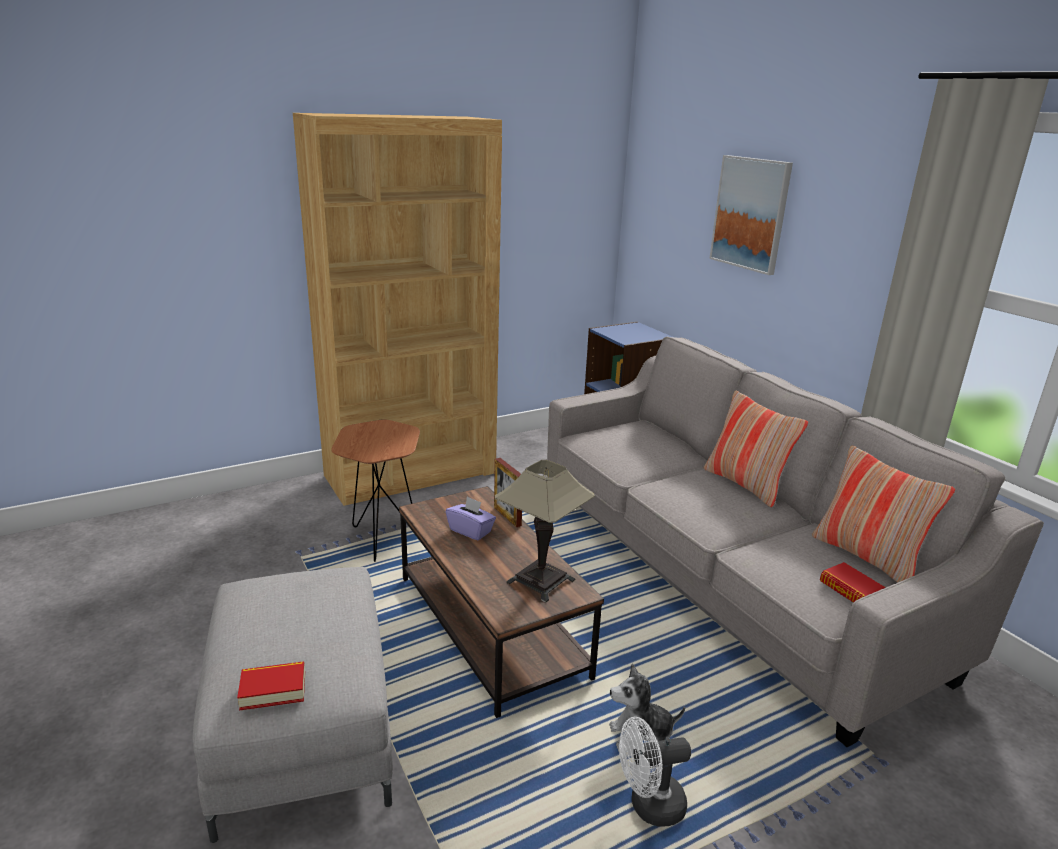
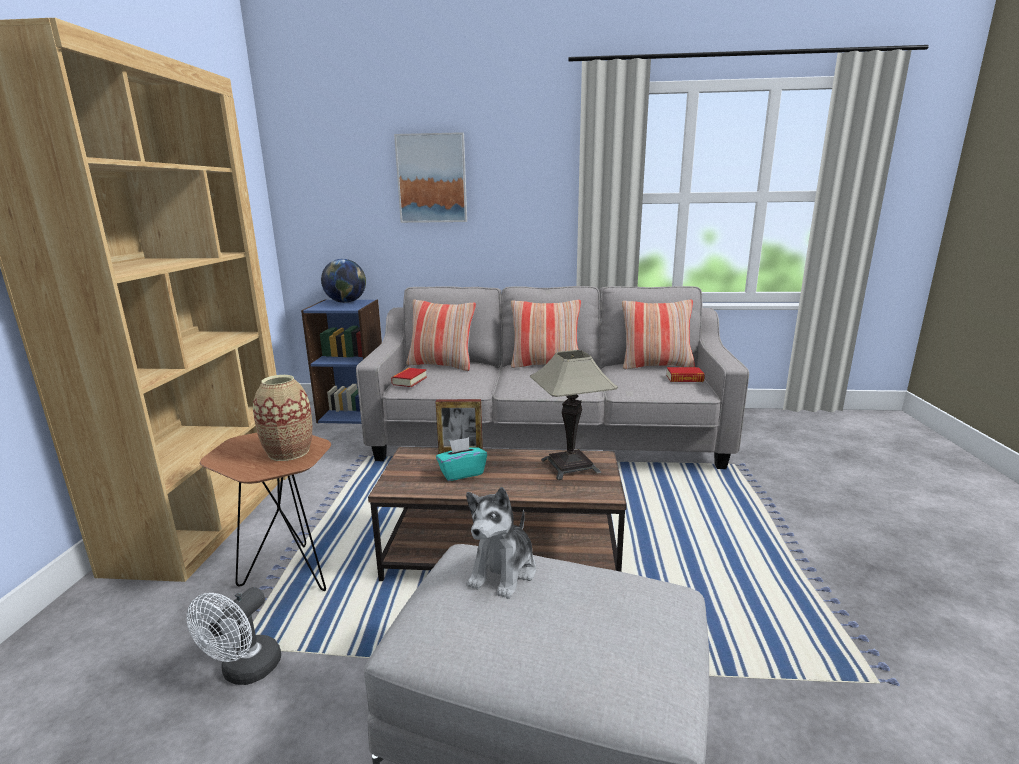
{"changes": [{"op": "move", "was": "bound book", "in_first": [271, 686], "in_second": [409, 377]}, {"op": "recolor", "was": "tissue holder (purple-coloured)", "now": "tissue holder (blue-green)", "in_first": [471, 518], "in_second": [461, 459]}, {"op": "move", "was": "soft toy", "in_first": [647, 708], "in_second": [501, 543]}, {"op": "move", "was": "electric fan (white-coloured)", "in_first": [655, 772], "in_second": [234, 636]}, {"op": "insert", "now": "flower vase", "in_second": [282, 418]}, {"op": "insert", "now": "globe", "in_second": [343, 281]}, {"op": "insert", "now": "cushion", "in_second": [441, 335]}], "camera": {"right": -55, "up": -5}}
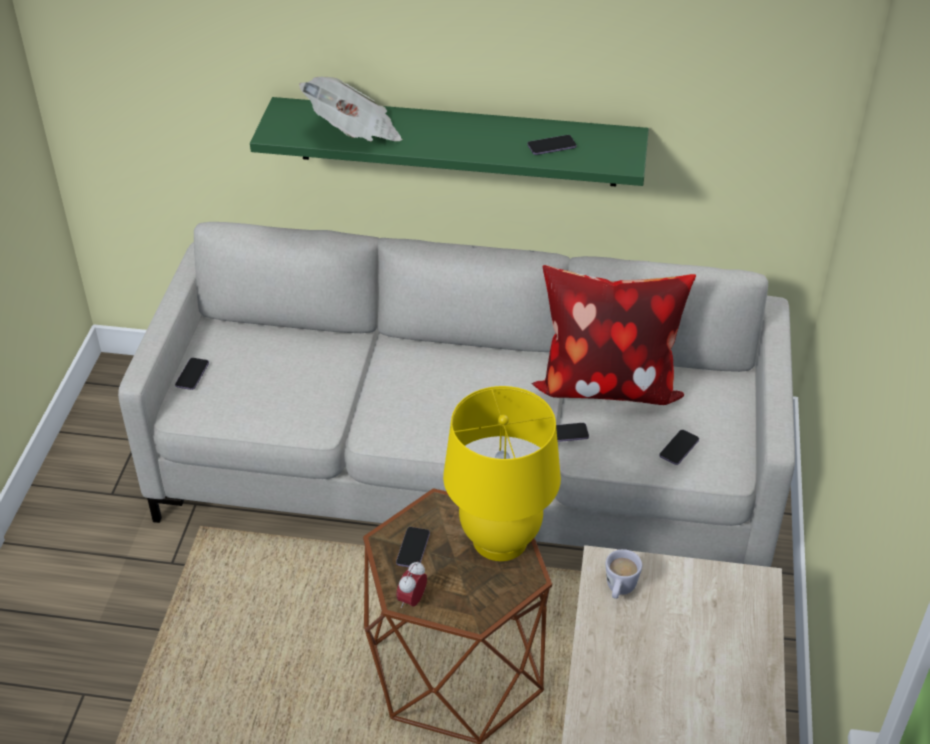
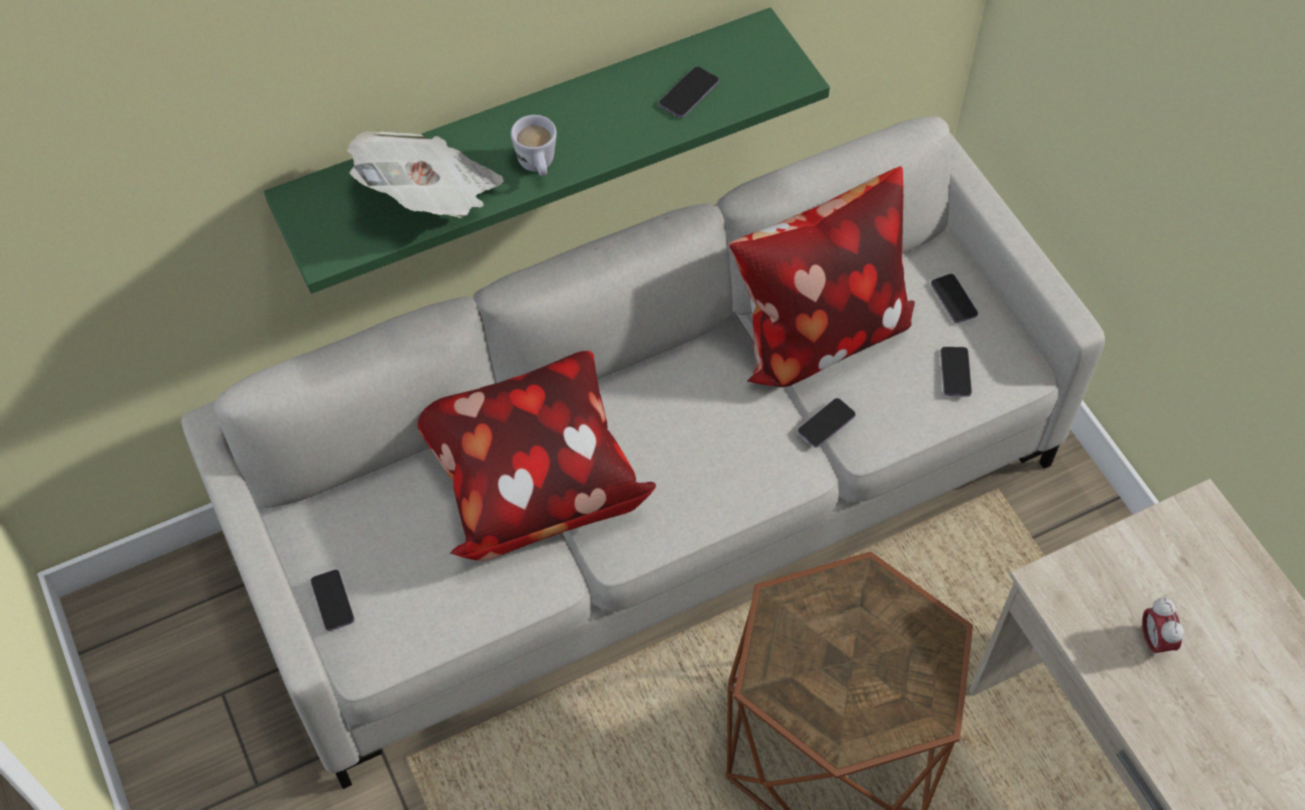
{"changes": [{"op": "move", "was": "telephone", "in_first": [413, 547], "in_second": [954, 298]}, {"op": "move", "was": "alarm clock", "in_first": [411, 584], "in_second": [1163, 628]}, {"op": "delete", "was": "table lamp (yellowish)", "in_first": [502, 473]}, {"op": "move", "was": "tea mug (white-coloured)", "in_first": [623, 574], "in_second": [534, 145]}, {"op": "insert", "now": "cushion", "in_second": [537, 456]}], "camera": {"right": -35, "up": 15}}
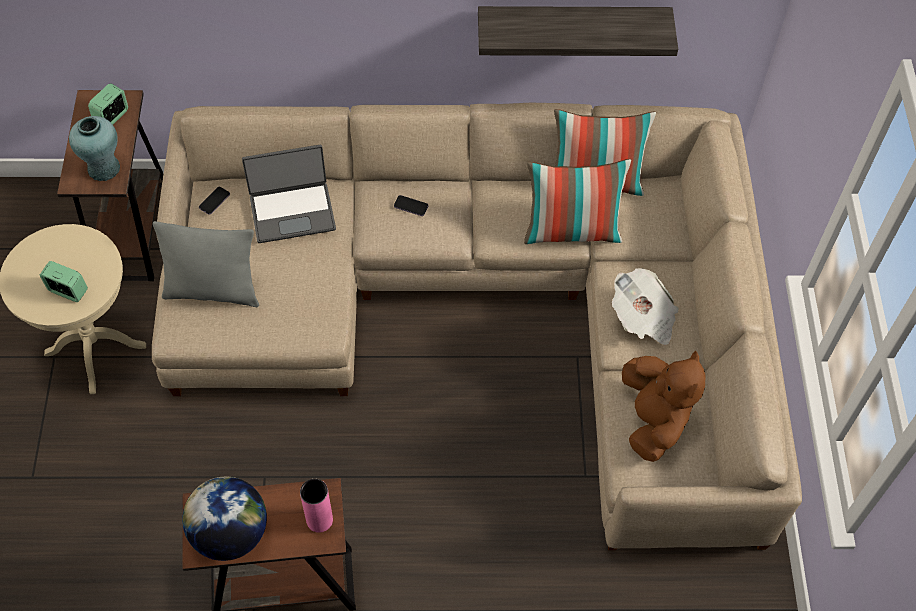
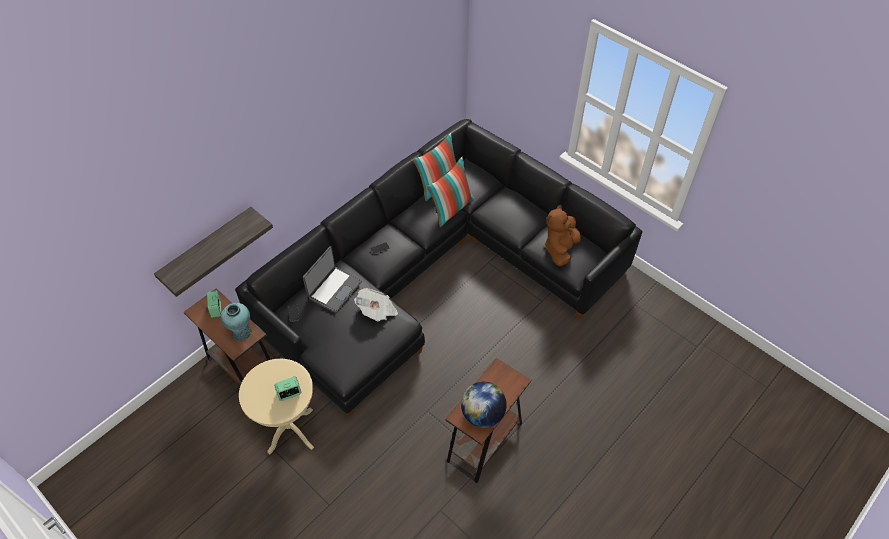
{"changes": [{"op": "recolor", "was": "settee (beige)", "now": "settee (blackish)", "in_first": [477, 326], "in_second": [438, 268]}, {"op": "delete", "was": "cushion (greyish)", "in_first": [206, 264]}, {"op": "delete", "was": "flower vase (pink)", "in_first": [316, 506]}, {"op": "move", "was": "shelf", "in_first": [578, 31], "in_second": [213, 252]}, {"op": "move", "was": "daily paper", "in_first": [645, 306], "in_second": [376, 304]}, {"op": "rotate", "was": "soft toy (brown-coloured)", "in_first": [664, 406], "in_second": [563, 235], "clockwise": -105}], "camera": {"right": -45, "up": -5}}
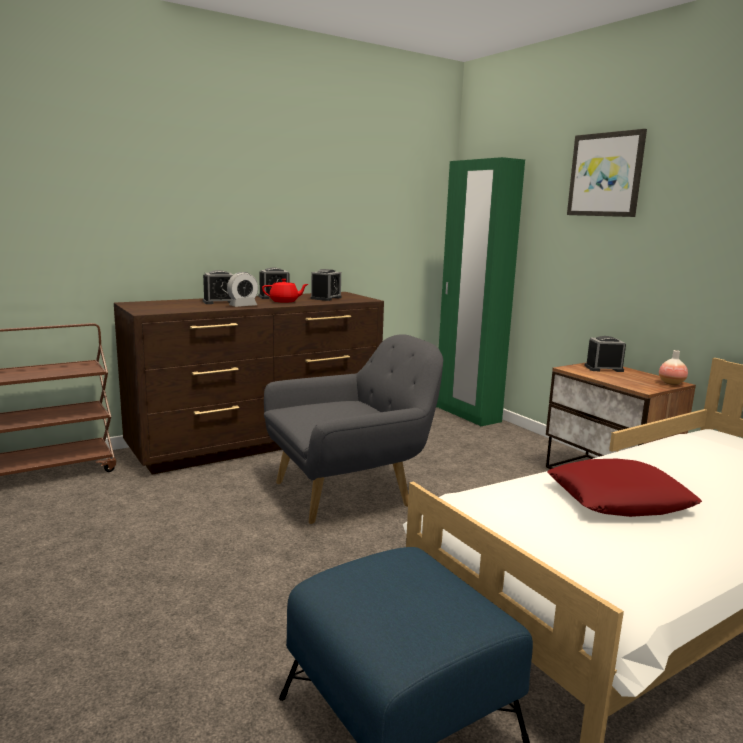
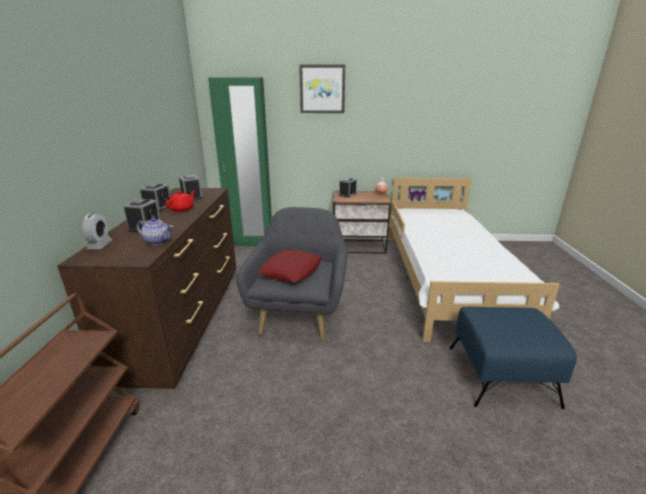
{"changes": [{"op": "move", "was": "alarm clock", "in_first": [242, 289], "in_second": [97, 231]}, {"op": "move", "was": "cushion (red-coloured)", "in_first": [624, 488], "in_second": [290, 266]}, {"op": "insert", "now": "pot for tea", "in_second": [154, 231]}], "camera": {"right": -55, "up": 10}}
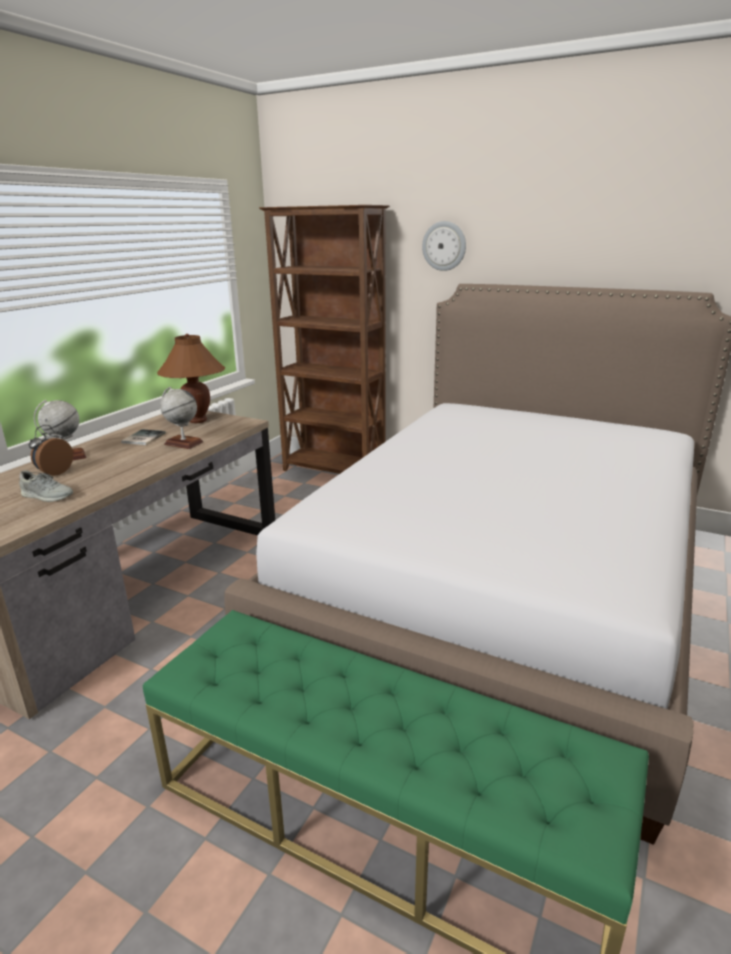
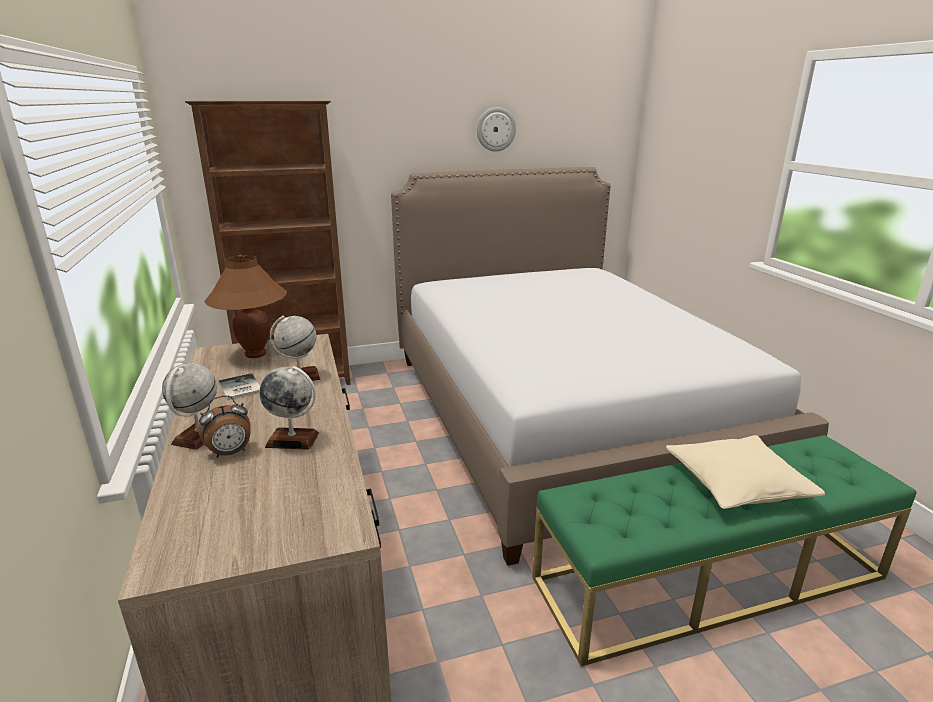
{"changes": [{"op": "delete", "was": "shoe (greyish)", "in_first": [46, 486]}, {"op": "rotate", "was": "alarm clock", "in_first": [51, 450], "in_second": [224, 426], "clockwise": -105}, {"op": "move", "was": "wall clock", "in_first": [444, 246], "in_second": [496, 129]}, {"op": "insert", "now": "globe", "in_second": [289, 408]}, {"op": "insert", "now": "cushion (beige)", "in_second": [745, 472]}], "camera": {"right": -45, "up": 0}}
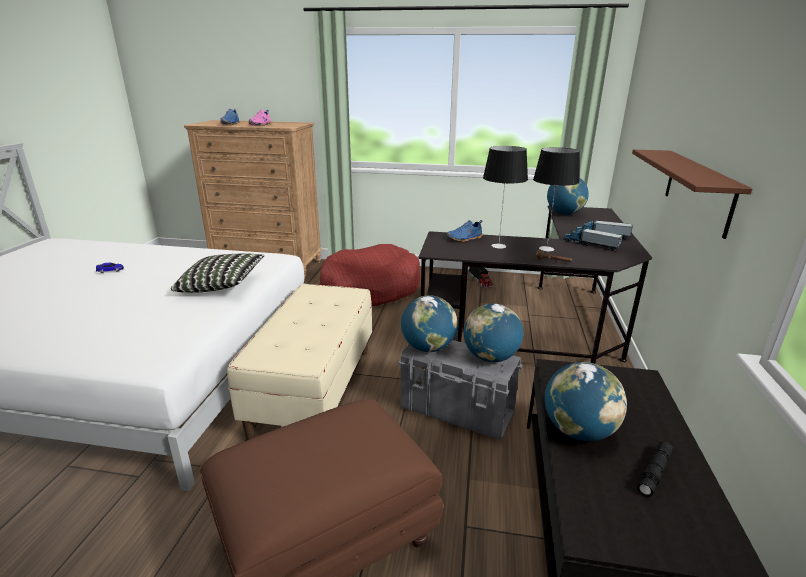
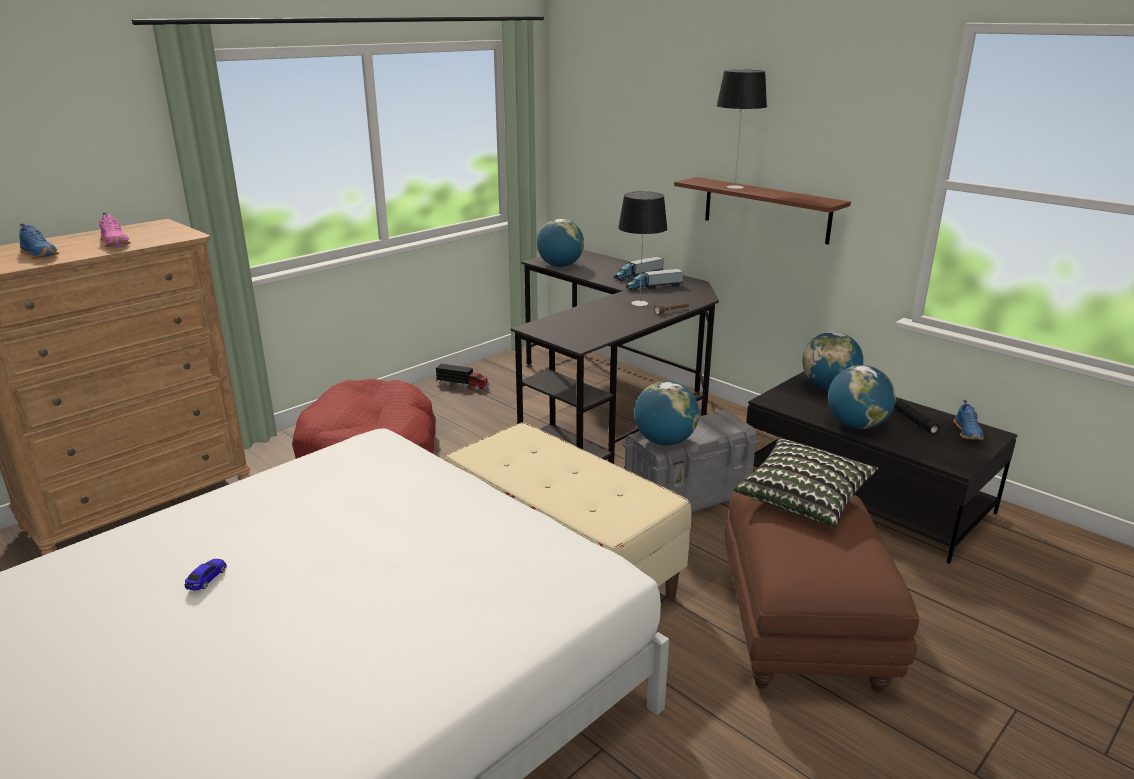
{"changes": [{"op": "move", "was": "cushion", "in_first": [217, 273], "in_second": [806, 482]}, {"op": "move", "was": "shoe (blue)", "in_first": [464, 231], "in_second": [969, 420]}, {"op": "move", "was": "globe", "in_first": [493, 333], "in_second": [832, 361]}, {"op": "move", "was": "table lamp", "in_first": [505, 197], "in_second": [742, 129]}], "camera": {"right": -55, "up": 0}}
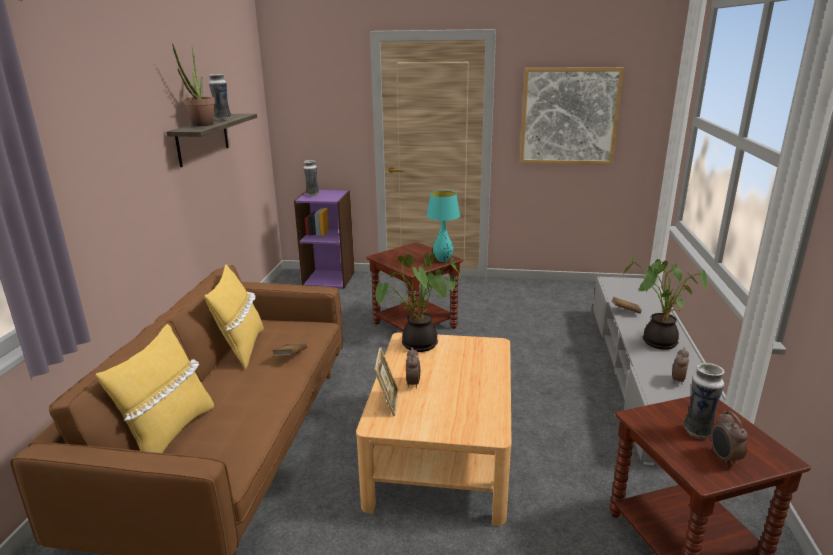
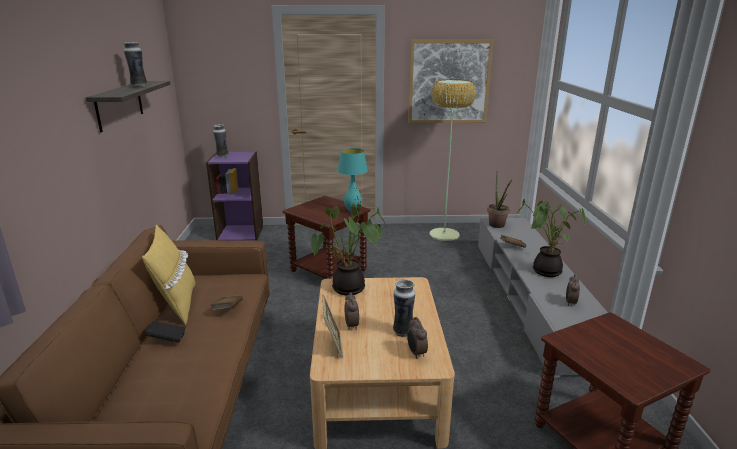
{"changes": [{"op": "delete", "was": "cushion (yellowish)", "in_first": [155, 388]}, {"op": "move", "was": "potted plant", "in_first": [193, 85], "in_second": [499, 200]}, {"op": "move", "was": "flower vase", "in_first": [704, 401], "in_second": [404, 308]}, {"op": "move", "was": "alarm clock", "in_first": [729, 438], "in_second": [417, 338]}, {"op": "insert", "now": "bound book (blackish)", "in_second": [165, 332]}, {"op": "insert", "now": "standard lamp", "in_second": [452, 160]}], "camera": {"right": -10, "up": 0}}
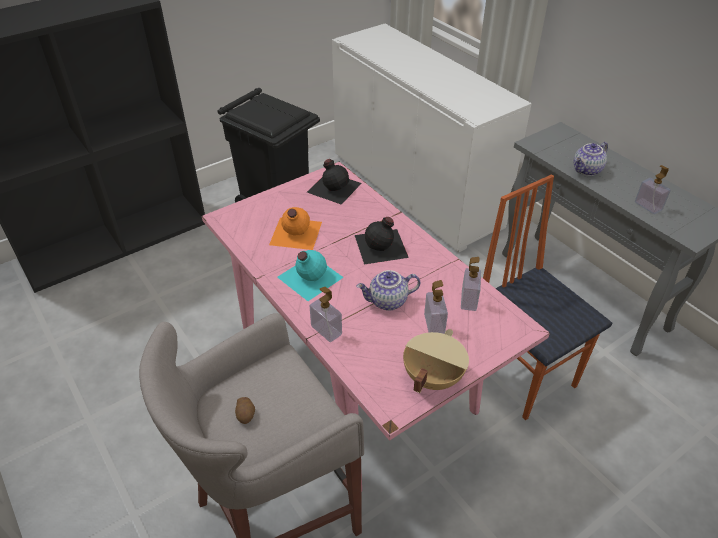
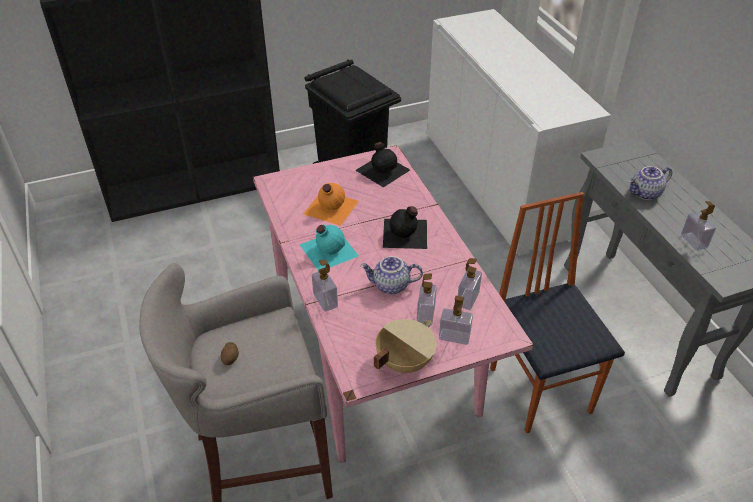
{"changes": [{"op": "insert", "now": "liquid soap bottle", "in_second": [456, 320]}], "camera": {"right": 15, "up": 0}}
